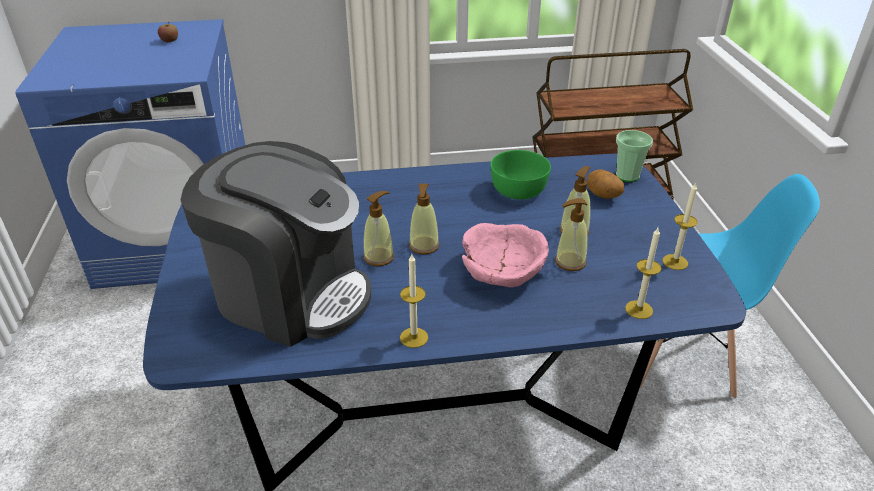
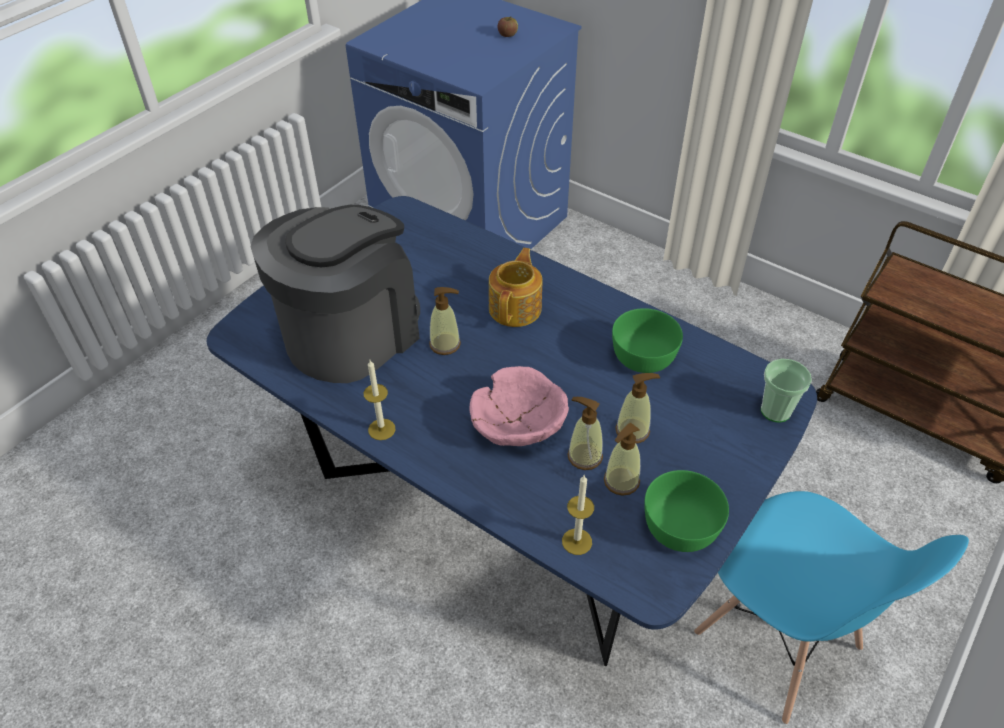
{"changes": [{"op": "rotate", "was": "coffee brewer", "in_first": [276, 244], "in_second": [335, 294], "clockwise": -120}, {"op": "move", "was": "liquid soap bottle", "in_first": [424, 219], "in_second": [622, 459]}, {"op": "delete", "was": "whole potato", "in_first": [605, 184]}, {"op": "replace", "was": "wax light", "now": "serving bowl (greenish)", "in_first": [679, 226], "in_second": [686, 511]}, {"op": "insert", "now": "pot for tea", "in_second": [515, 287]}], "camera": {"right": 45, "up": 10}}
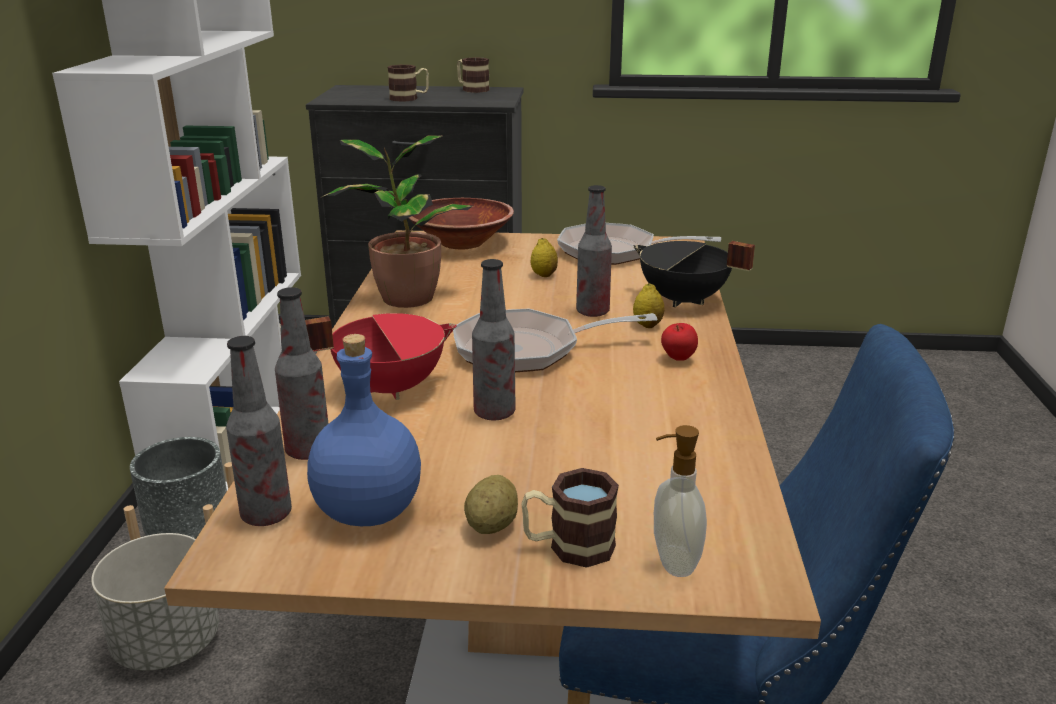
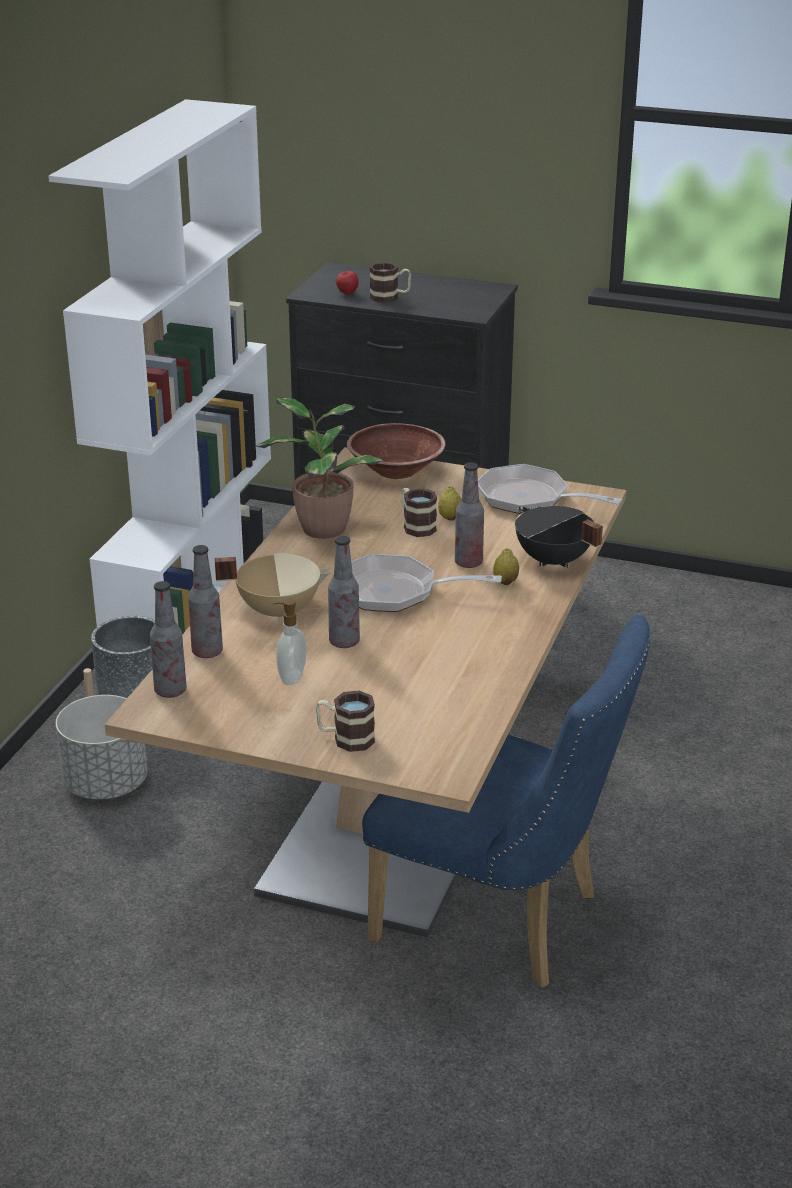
{"changes": [{"op": "recolor", "was": "stockpot (red-coloured)", "now": "stockpot (beige)", "in_first": [381, 356], "in_second": [273, 587]}, {"op": "delete", "was": "bottle (blue)", "in_first": [364, 430]}, {"op": "move", "was": "tea mug", "in_first": [473, 75], "in_second": [419, 512]}, {"op": "delete", "was": "whole potato", "in_first": [491, 504]}, {"op": "move", "was": "liquid soap bottle", "in_first": [680, 501], "in_second": [289, 641]}, {"op": "move", "was": "apple", "in_first": [679, 342], "in_second": [347, 283]}], "camera": {"right": 15, "up": 5}}
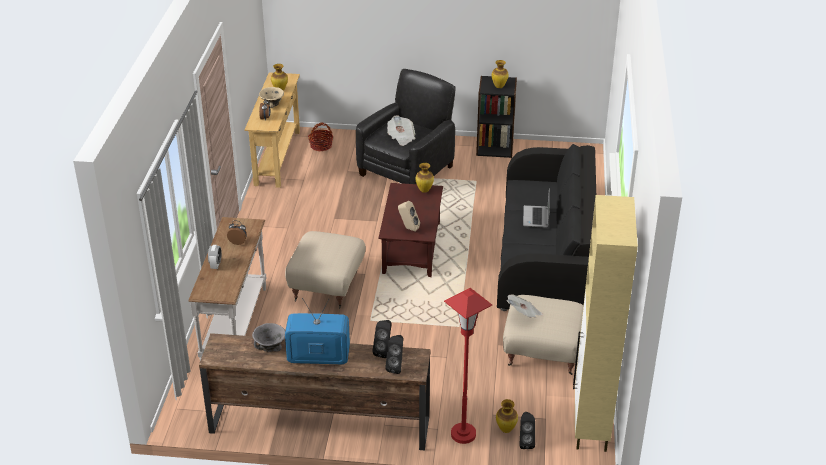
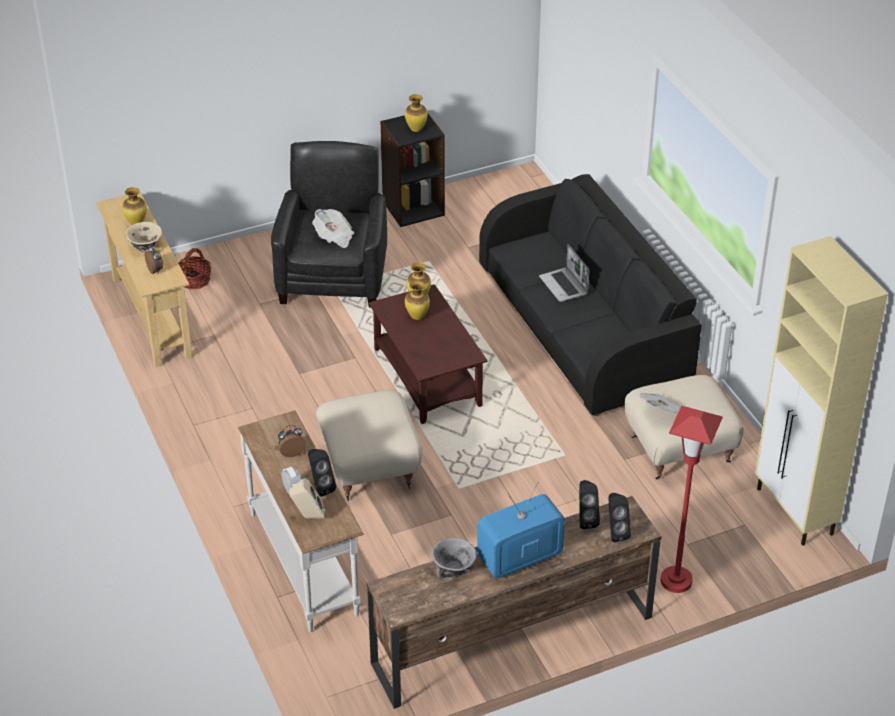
{"changes": [{"op": "move", "was": "loudspeaker (beige)", "in_first": [409, 216], "in_second": [307, 498]}, {"op": "move", "was": "flower vase", "in_first": [507, 416], "in_second": [417, 300]}, {"op": "move", "was": "loudspeaker (blackish)", "in_first": [527, 430], "in_second": [322, 473]}], "camera": {"right": -30, "up": 5}}
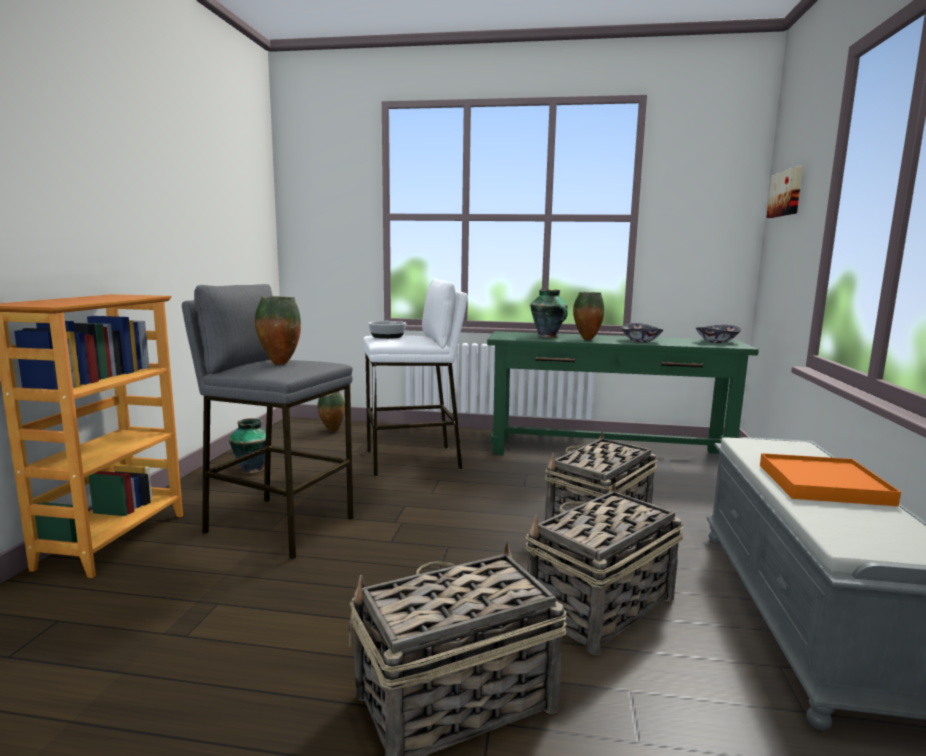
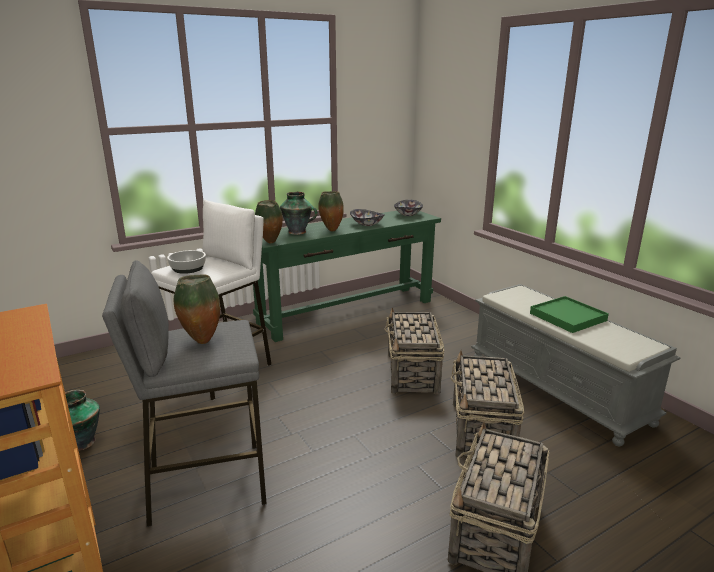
{"changes": [{"op": "move", "was": "flower vase", "in_first": [331, 411], "in_second": [269, 221]}, {"op": "recolor", "was": "serving tray (orange-coloured)", "now": "serving tray (greenish)", "in_first": [830, 479], "in_second": [569, 314]}, {"op": "delete", "was": "wall picture", "in_first": [785, 192]}], "camera": {"right": -40, "up": 10}}
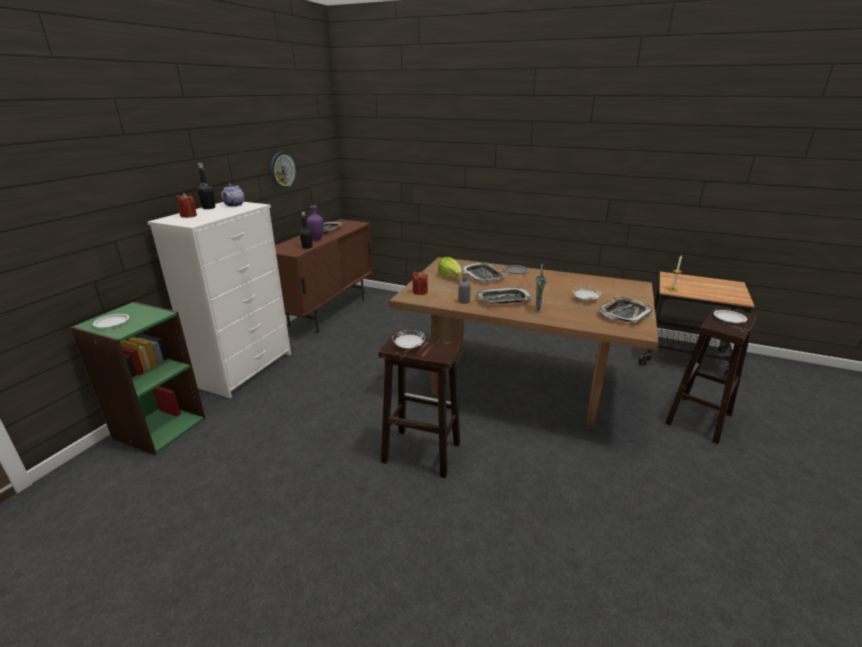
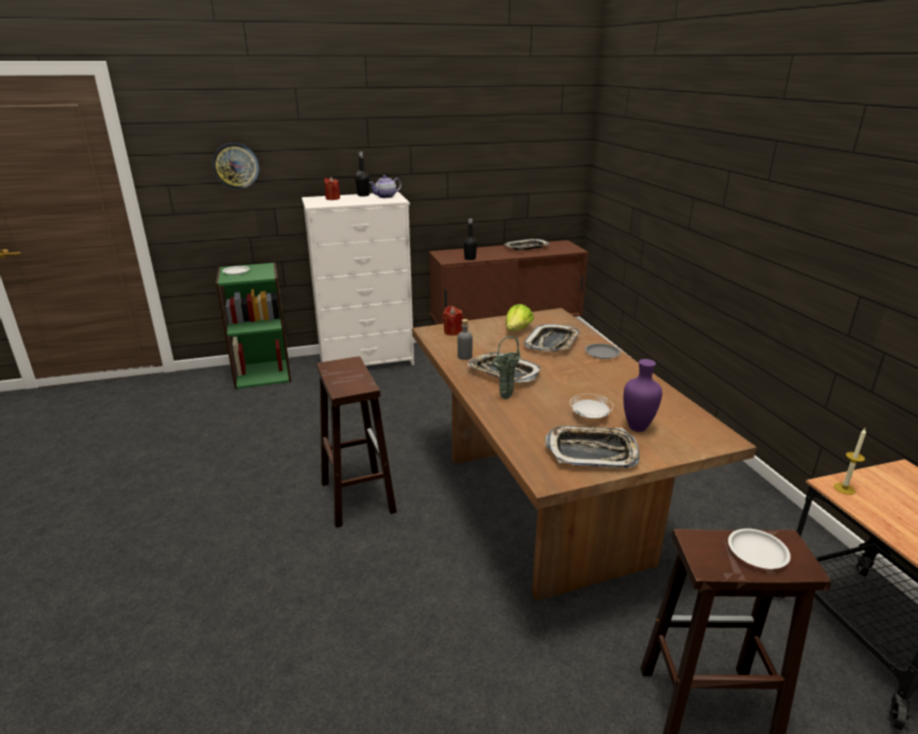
{"changes": [{"op": "move", "was": "wall clock", "in_first": [283, 170], "in_second": [235, 166]}, {"op": "move", "was": "flower vase (purple-coloured)", "in_first": [315, 223], "in_second": [642, 395]}, {"op": "delete", "was": "flat dish (white-coloured)", "in_first": [409, 339]}], "camera": {"right": 50, "up": 0}}
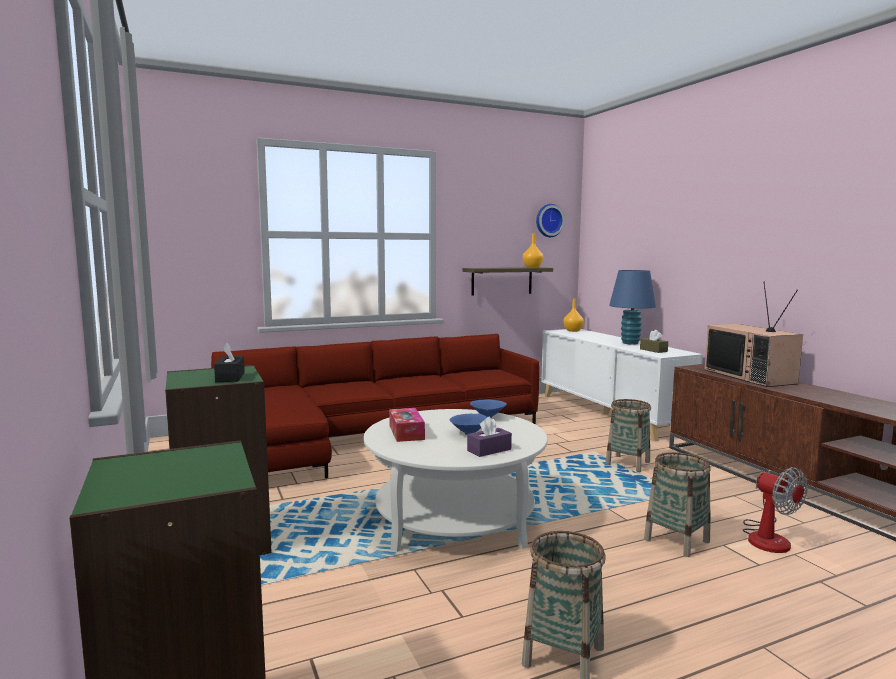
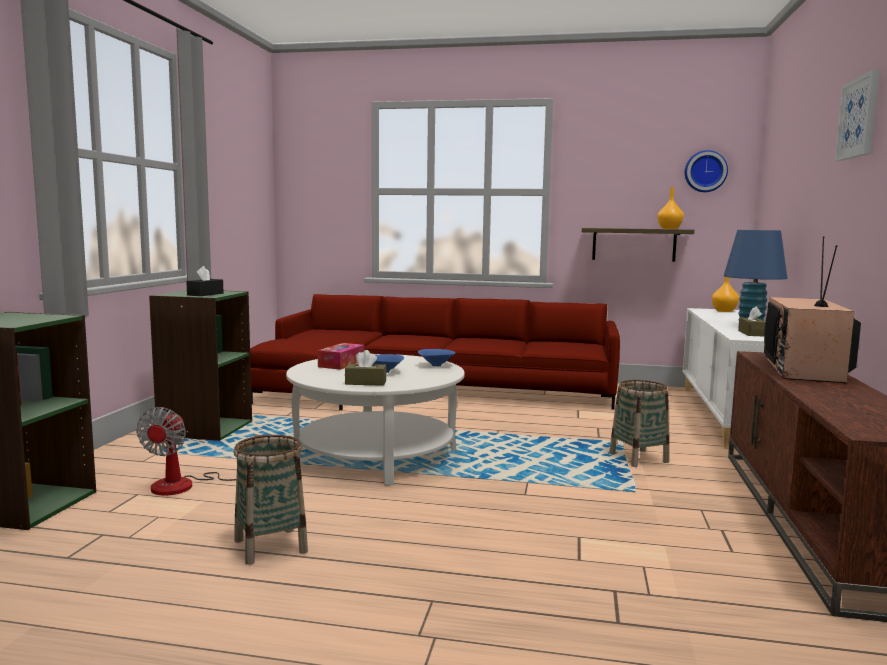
{"changes": [{"op": "recolor", "was": "tissue holder (purple-coloured)", "now": "tissue holder (brown-coloured)", "in_first": [489, 437], "in_second": [366, 368]}, {"op": "delete", "was": "basket", "in_first": [677, 504]}, {"op": "move", "was": "electric fan", "in_first": [775, 510], "in_second": [198, 451]}, {"op": "insert", "now": "wall picture", "in_second": [857, 115]}], "camera": {"right": 35, "up": 0}}
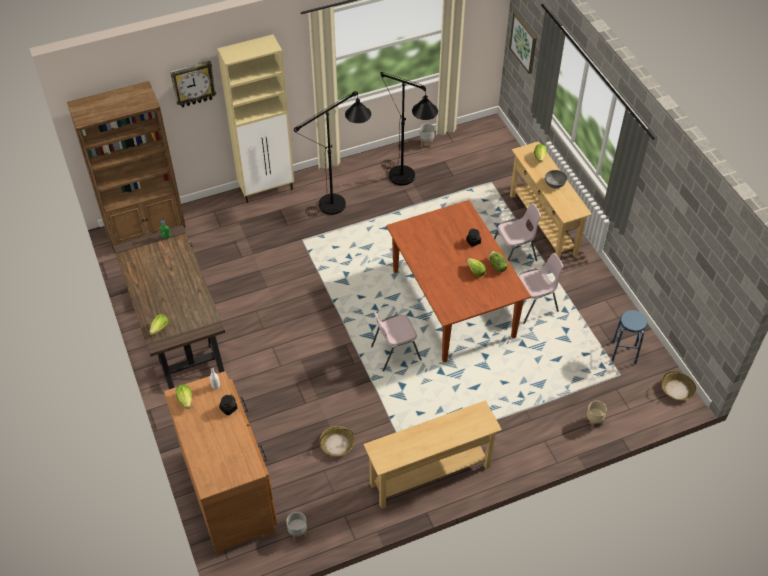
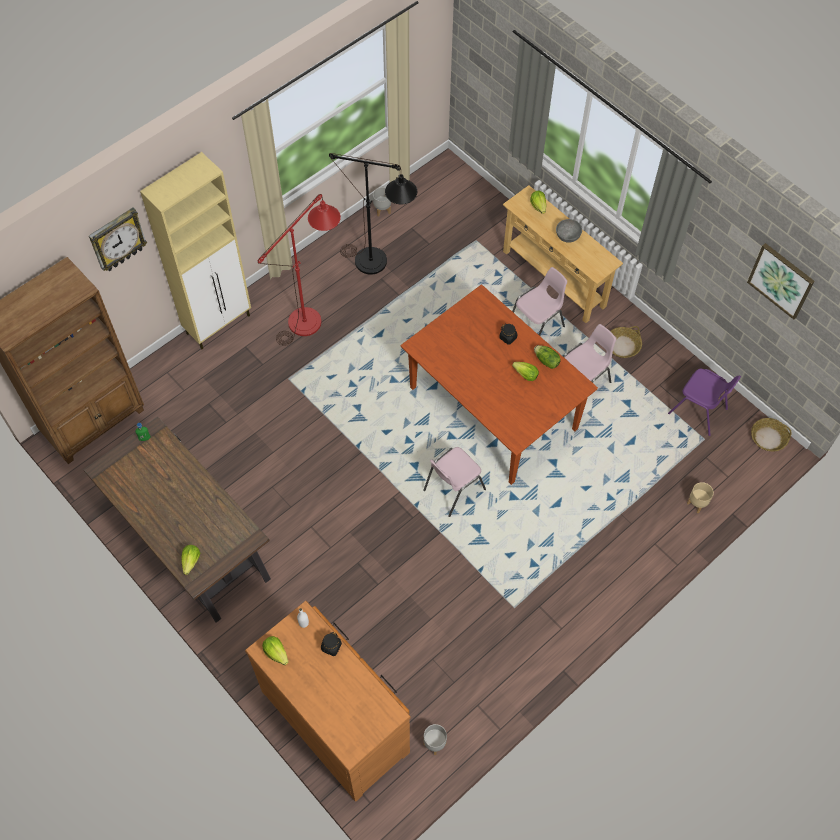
{"changes": [{"op": "recolor", "was": "standard lamp (blackish)", "now": "standard lamp (red-coloured)", "in_first": [332, 154], "in_second": [299, 270]}, {"op": "move", "was": "basket", "in_first": [337, 441], "in_second": [626, 342]}, {"op": "delete", "was": "console table (beige)", "in_first": [432, 454]}, {"op": "move", "was": "wall picture", "in_first": [523, 43], "in_second": [781, 281]}, {"op": "replace", "was": "stool (blue)", "now": "upright chair (purple-coloured)", "in_first": [629, 337], "in_second": [704, 402]}], "camera": {"right": -20, "up": 10}}
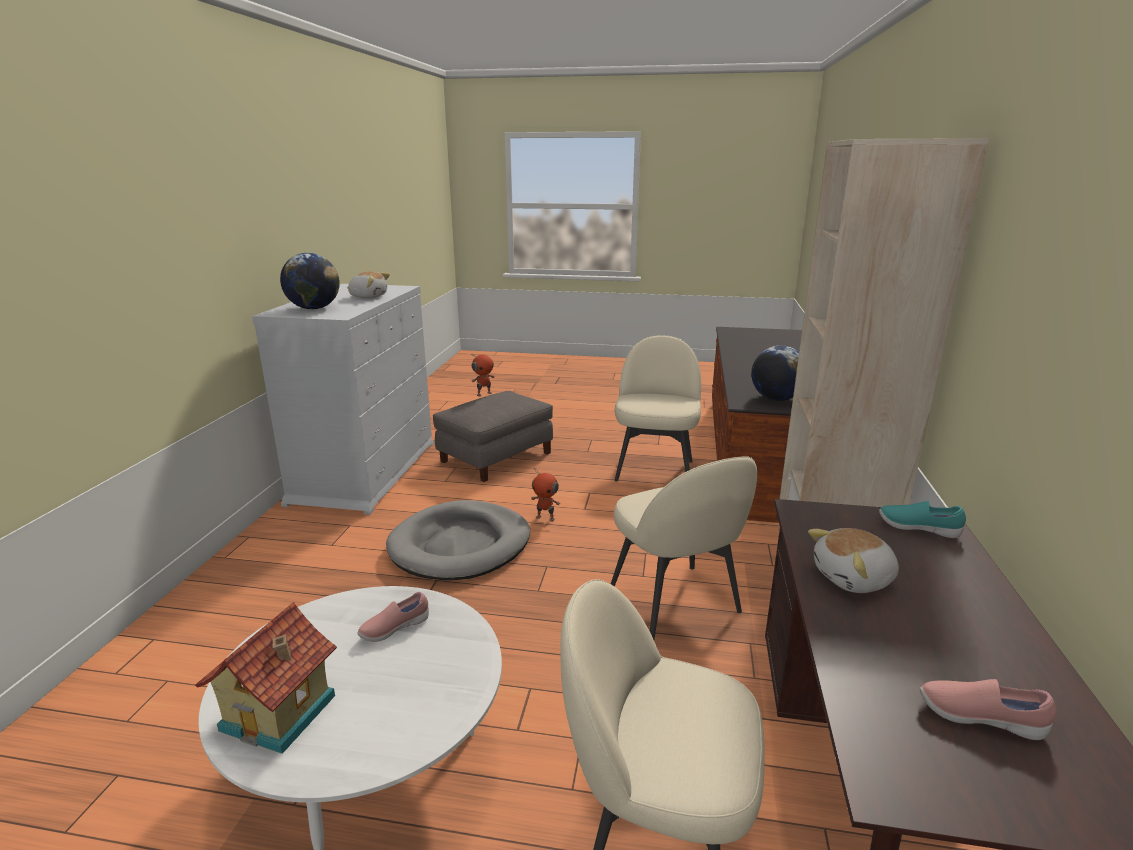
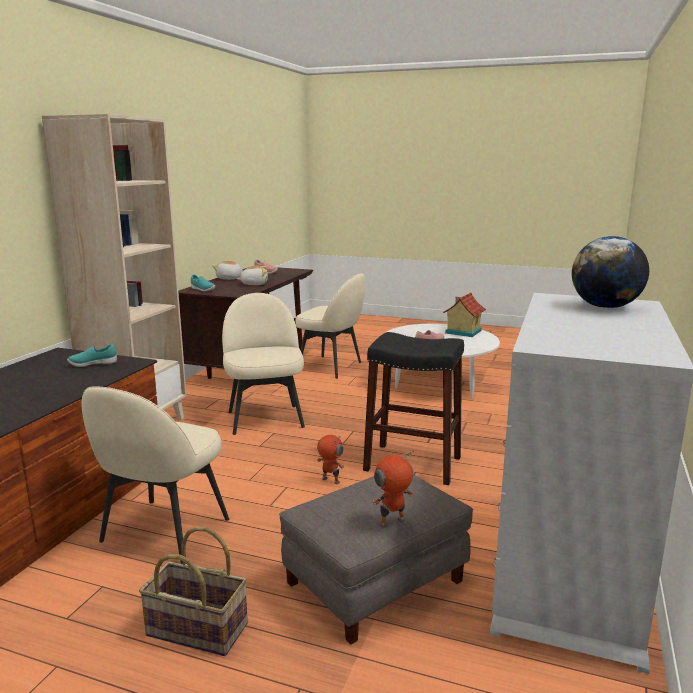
{"changes": [{"op": "move", "was": "soft toy", "in_first": [368, 284], "in_second": [227, 270]}, {"op": "replace", "was": "dog bed (greyish)", "now": "stool (blackish)", "in_first": [458, 540], "in_second": [413, 408]}, {"op": "replace", "was": "globe", "now": "shoe (blue-green)", "in_first": [775, 373], "in_second": [92, 355]}, {"op": "insert", "now": "basket", "in_second": [193, 591]}], "camera": {"right": -170, "up": -5}}
